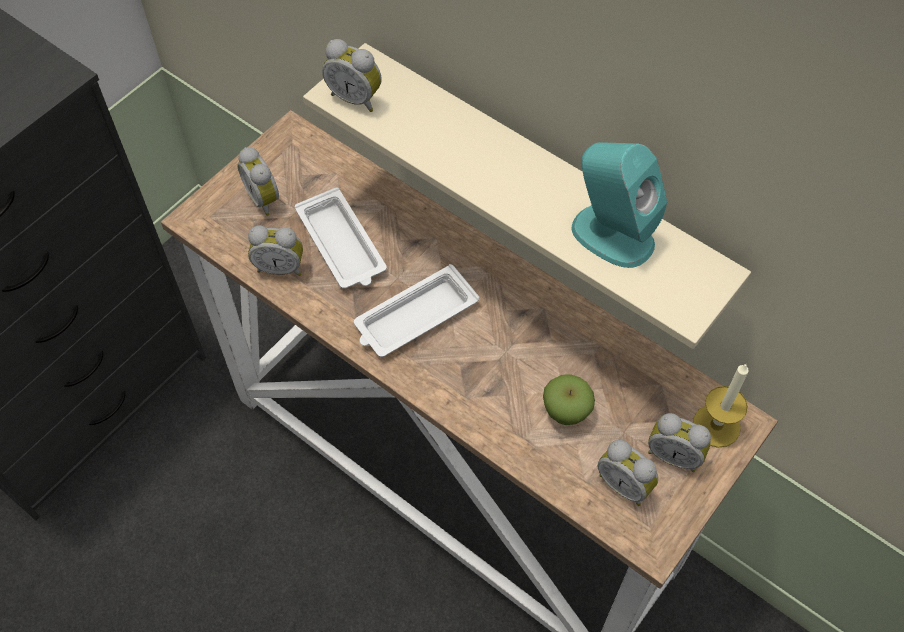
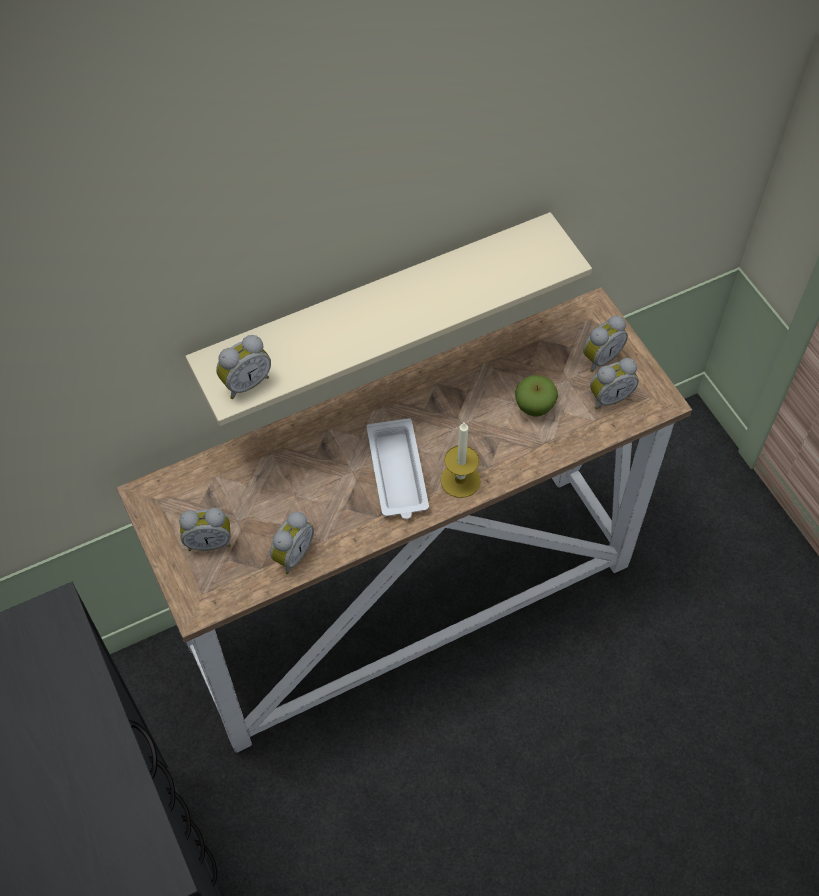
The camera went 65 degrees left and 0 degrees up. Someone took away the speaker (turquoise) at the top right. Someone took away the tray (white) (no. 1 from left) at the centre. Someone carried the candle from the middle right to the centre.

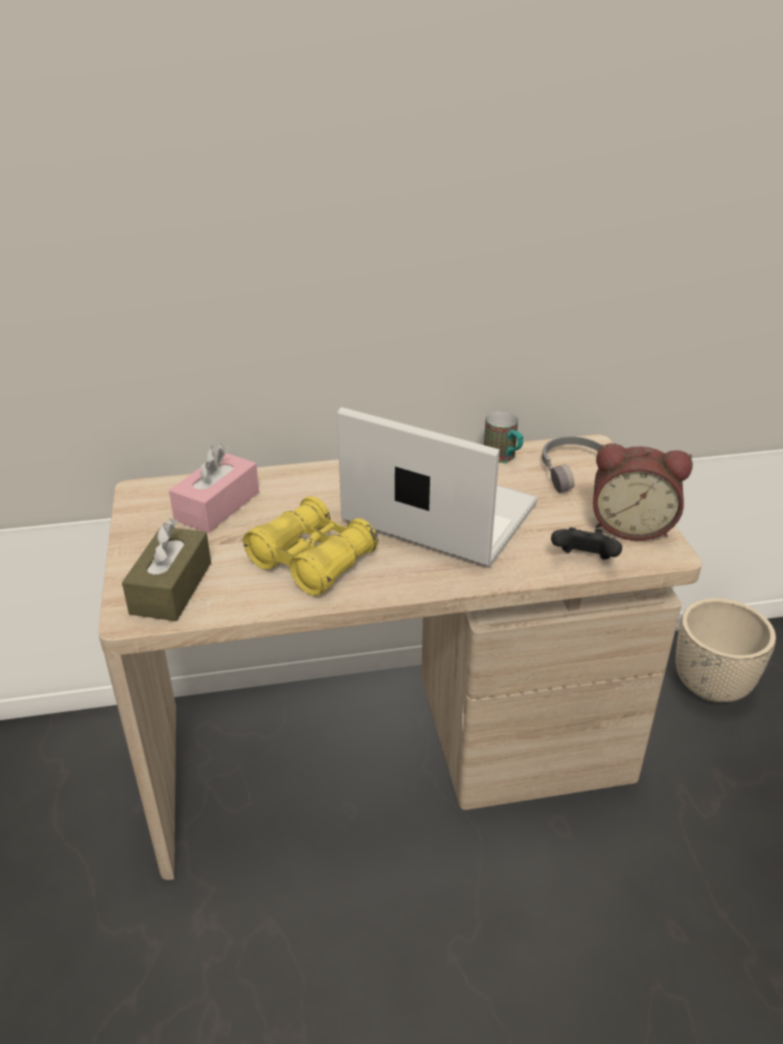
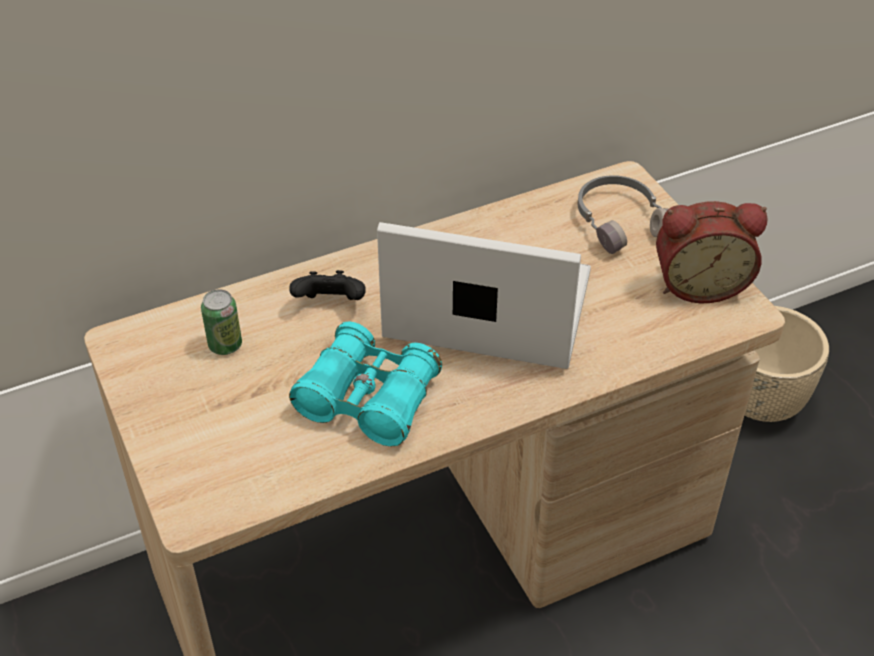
The camera went 15 degrees left and 10 degrees up. Someone took away the mug at the centre. Someone swapped the tissue box (pink) at the middle left for the can at the middle left. Someone repainted the binoculars (yellow) at the centre, which became the binoculars (turquoise) at the centre. Someone took away the tissue box (brown) at the middle left. Someone carried the game controller (black) from the middle right to the centre.

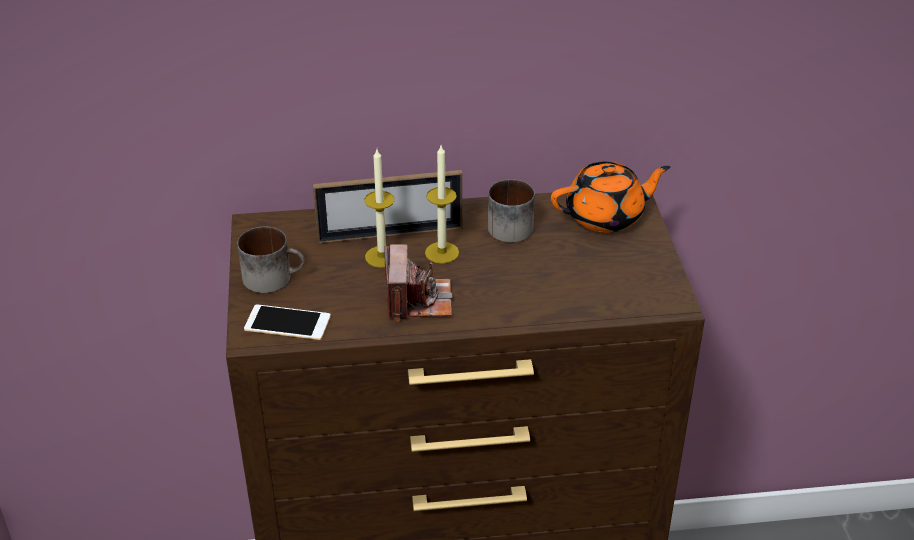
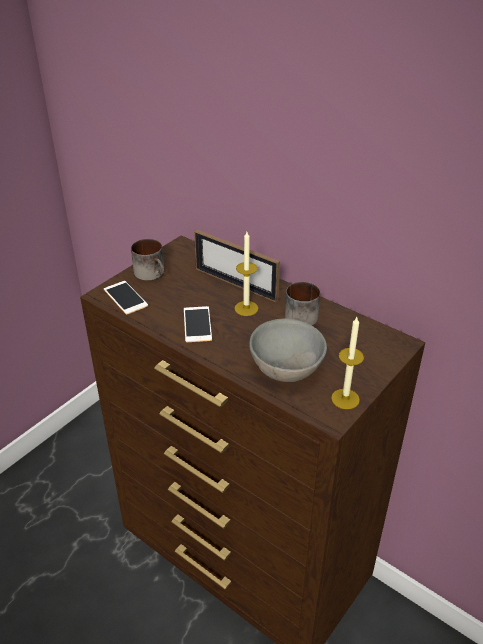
The camera went 45 degrees right and 0 degrees up. Someone carried the candle (no. 1 from left in the first image) from the centre to the middle right. Someone took away the teapot (orange) at the middle right. Someone swapped the photo camera at the centre for the phone (no. 2 from left) at the centre. Someone put down the bowl (grey) at the centre.

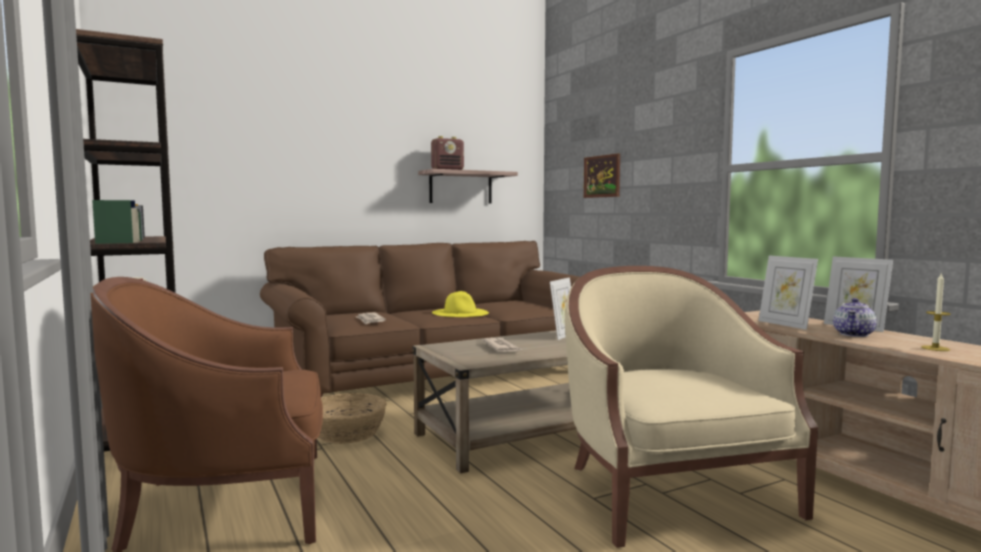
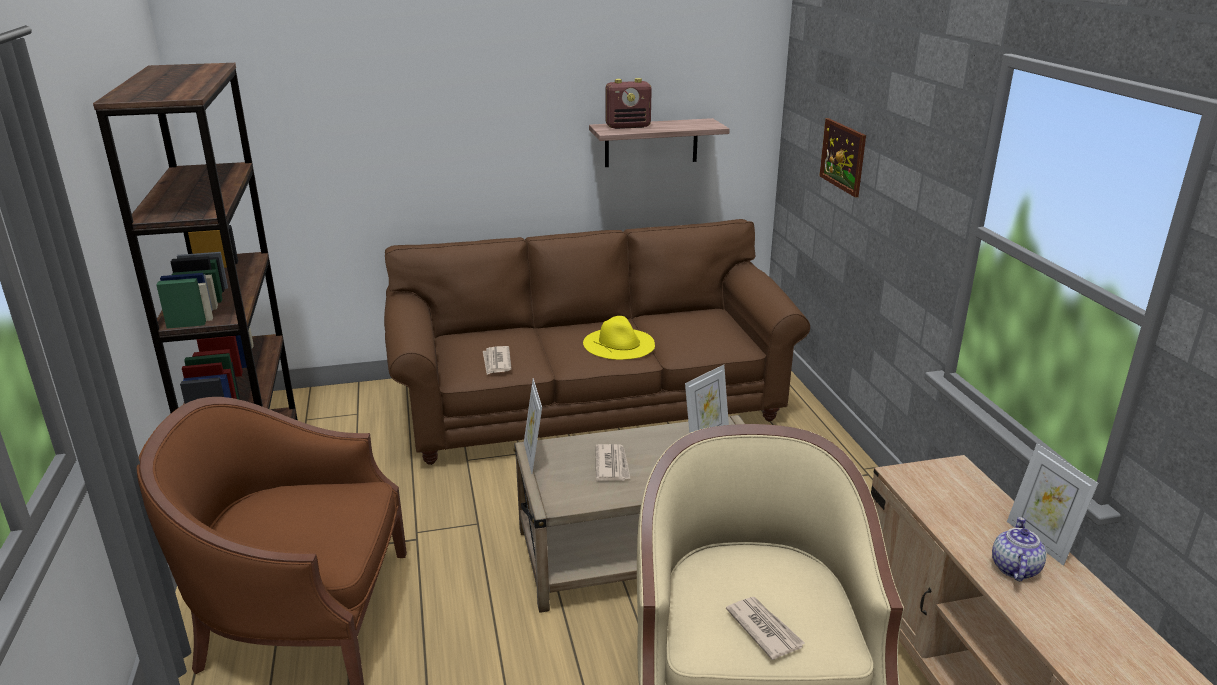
The camera went 15 degrees right and 20 degrees up. Someone carried the picture frame (no. 2 from left in the first image) from the middle right to the centre. Someone took away the candle at the middle right. Someone rotated the teapot at the middle right by 150 degrees clockwise. Someone took away the basket at the bottom centre. Someone put down the newspaper (no. 3 from left) at the bottom centre.

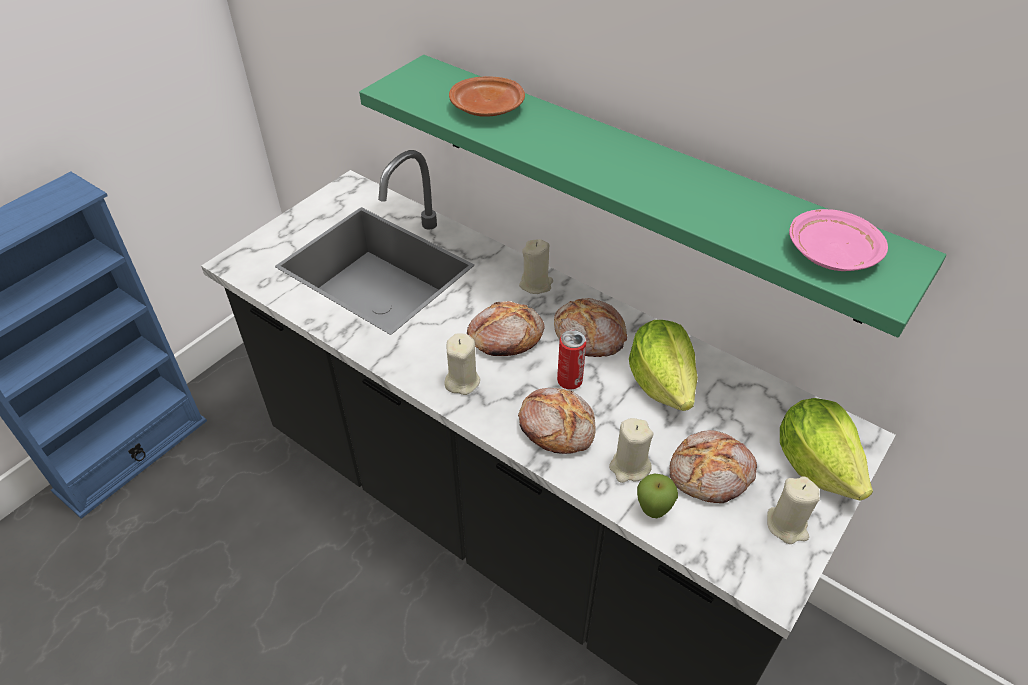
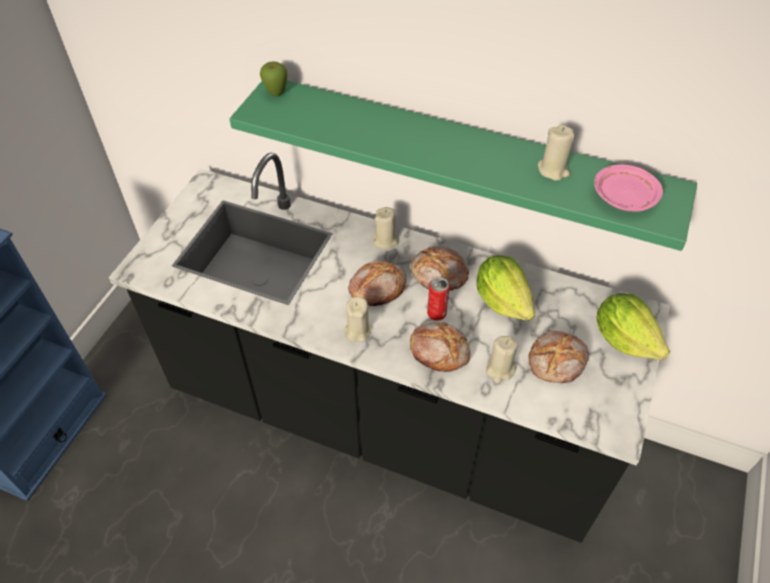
The camera went 15 degrees left and 5 degrees up. Someone took away the plate (brown) at the top centre. Someone carried the apple from the bottom centre to the top centre. Someone carried the candle (beige) (no. 4 from left) from the bottom right to the top right.

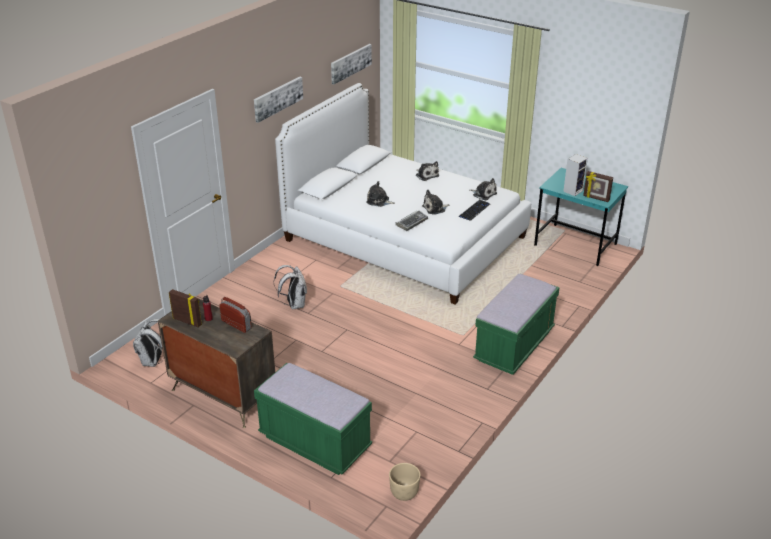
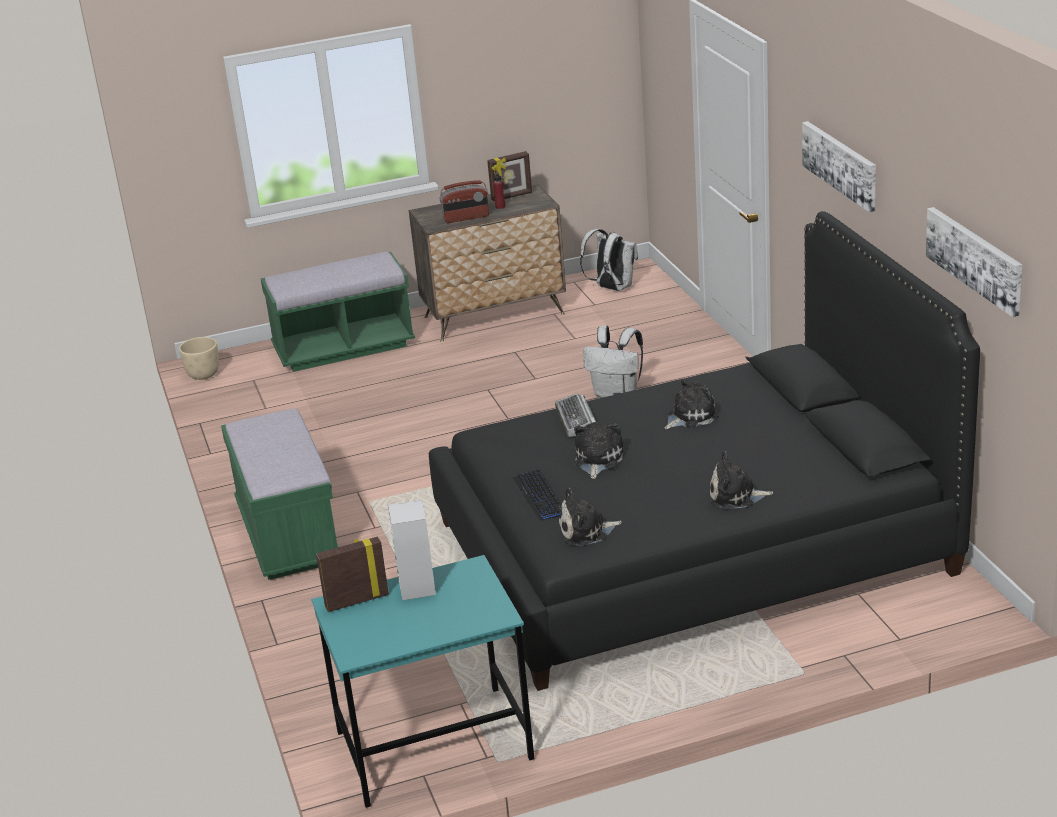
The camera went 130 degrees right and 5 degrees down. Someone repainted the bed (white) at the centre, which became the bed (black) at the centre.

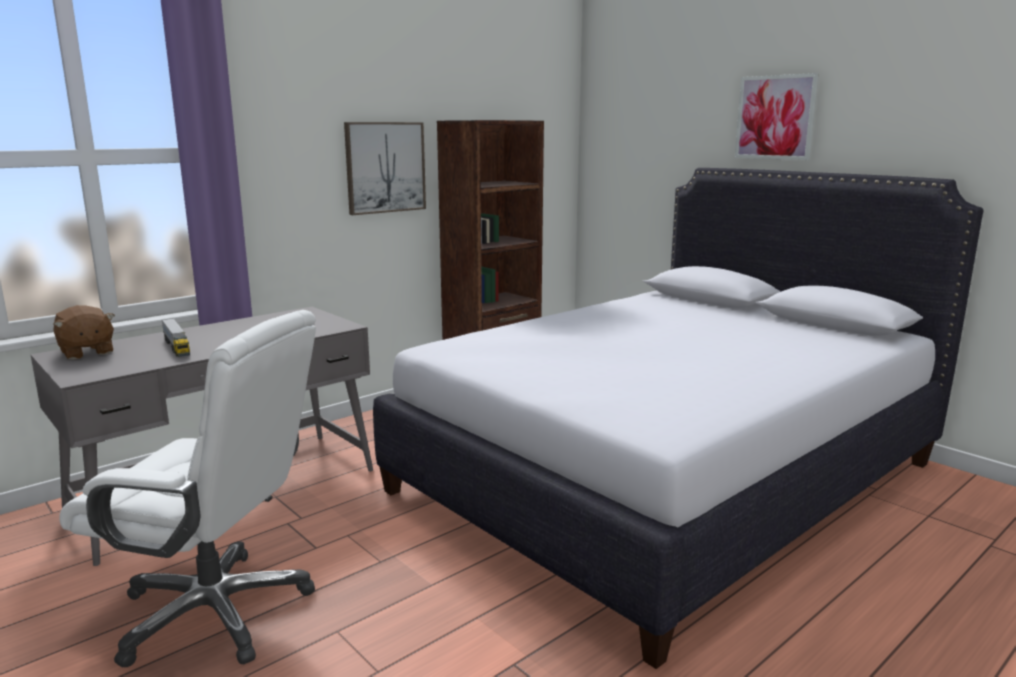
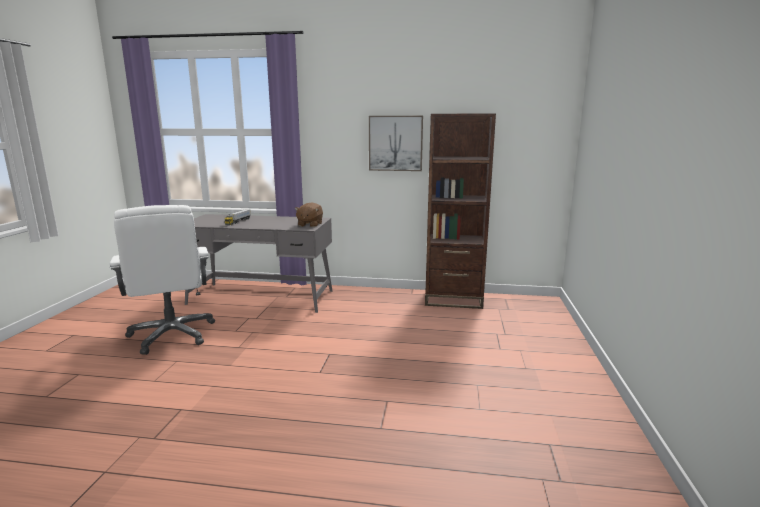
The camera went 50 degrees right and 0 degrees up. Someone took away the picture (no. 2 from left) at the top right. Someone took away the bed (white) at the middle right. Someone carried the plush toy (brown) from the middle left to the centre.

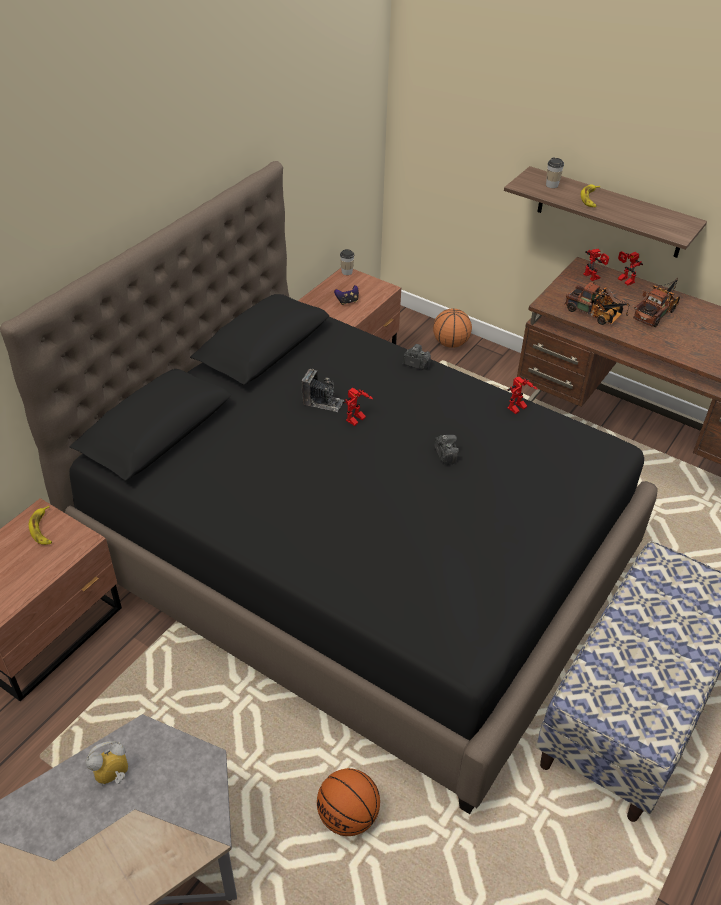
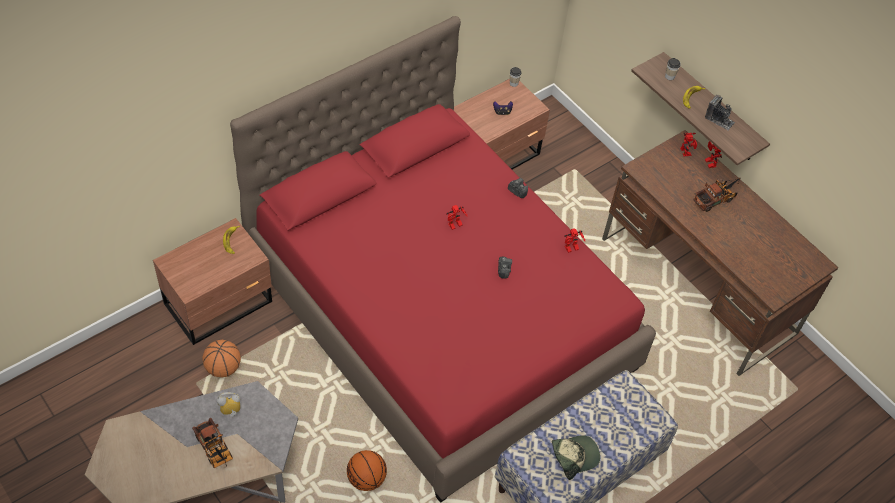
The camera went 15 degrees right and 10 degrees up. Someone repainted the bed (black) at the centre, which became the bed (red) at the centre. Someone carried the toy truck (no. 1 from left) from the middle right to the bottom left. Someone carried the basketball (no. 2 from left in the first image) from the centre to the bottom left. Someone carried the photo camera (no. 1 from left in the first image) from the centre to the top right. Someone put down the cap at the bottom centre.

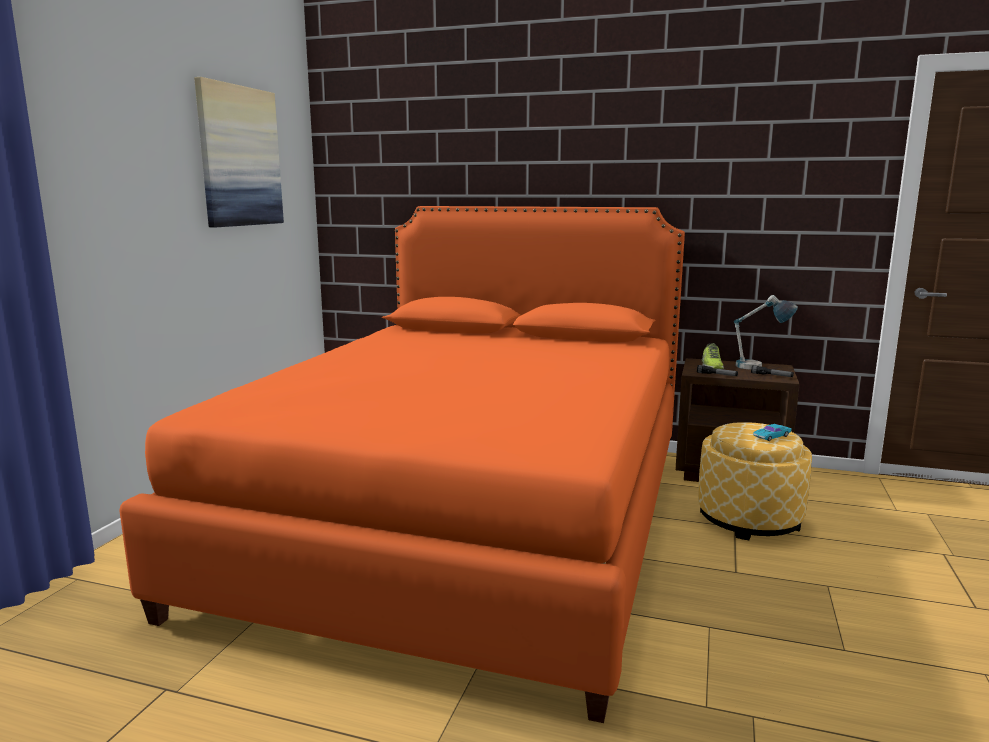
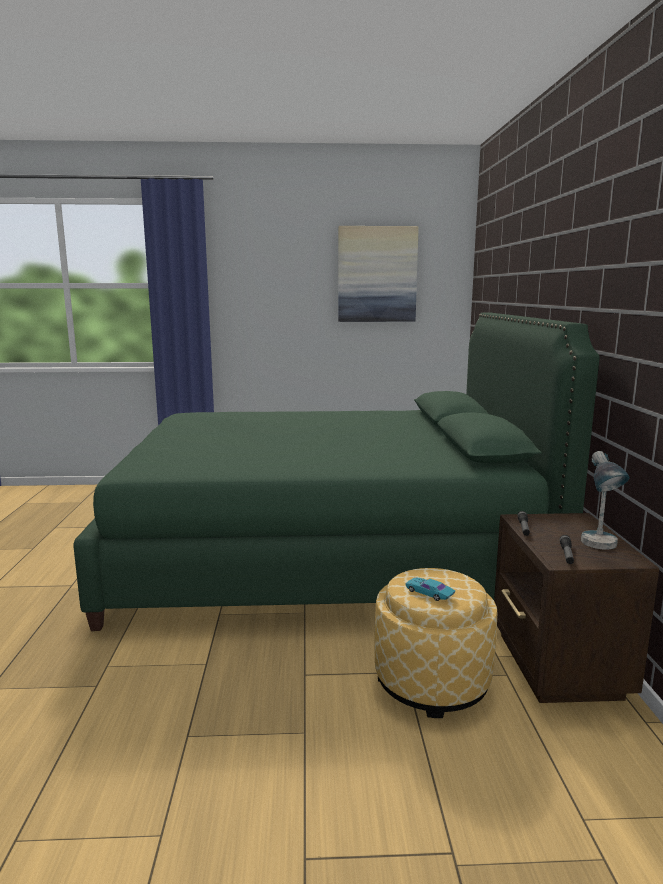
The camera went 70 degrees right and 0 degrees up. Someone repainted the bed (orange) at the centre, which became the bed (green) at the centre. Someone took away the shoe at the middle right.

